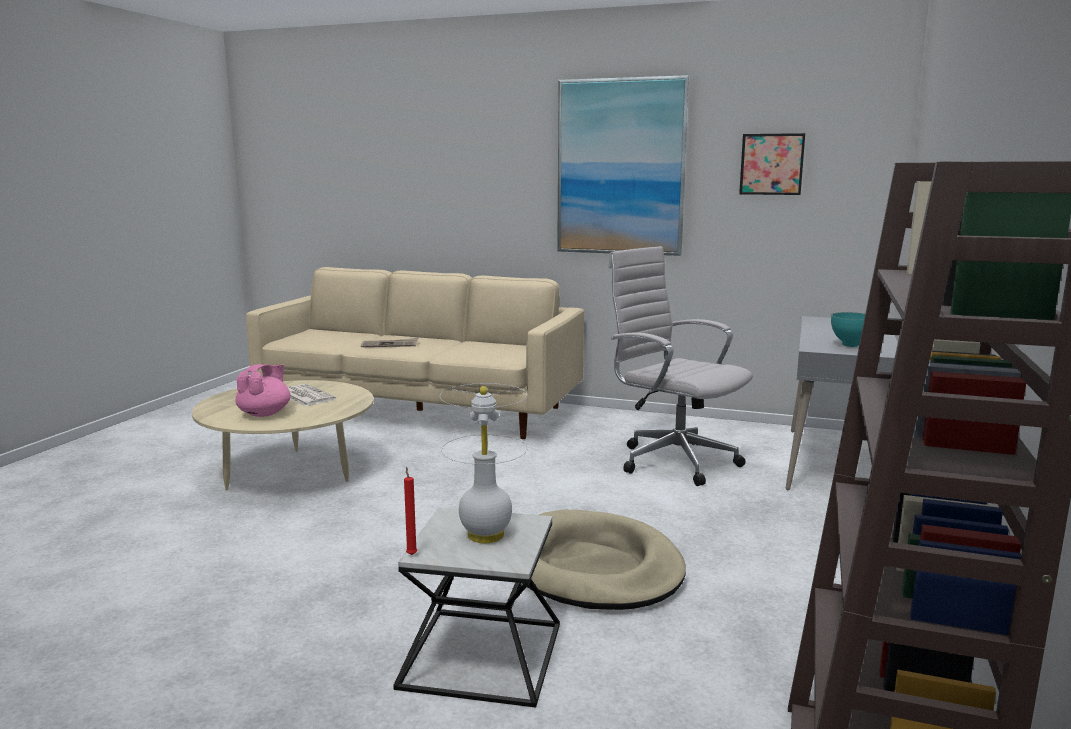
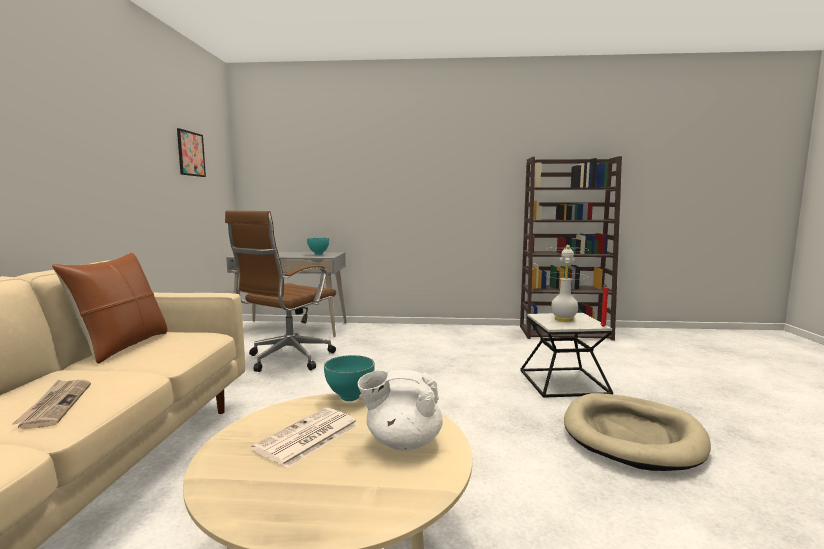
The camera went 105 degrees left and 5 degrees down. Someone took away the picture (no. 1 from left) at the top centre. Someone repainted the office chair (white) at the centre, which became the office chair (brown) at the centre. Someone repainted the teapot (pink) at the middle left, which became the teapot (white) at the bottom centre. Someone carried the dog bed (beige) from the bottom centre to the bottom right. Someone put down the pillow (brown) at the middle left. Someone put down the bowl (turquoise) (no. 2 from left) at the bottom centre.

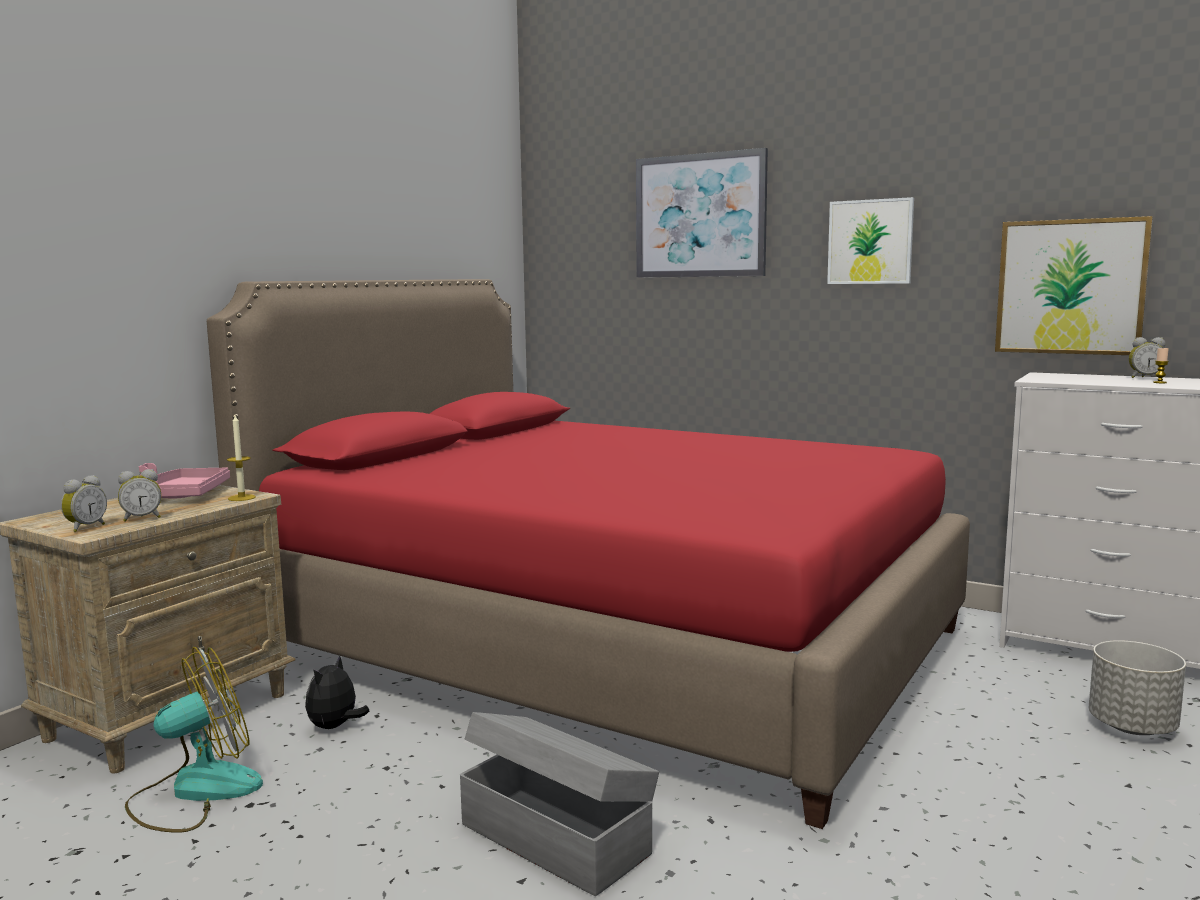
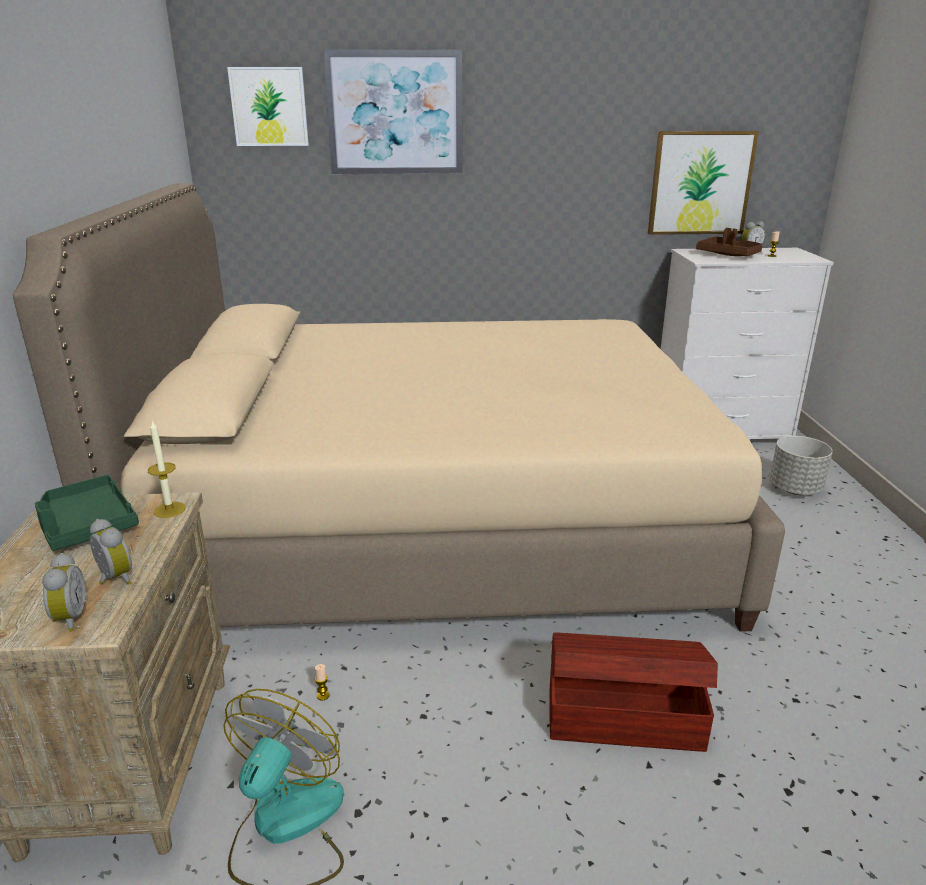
The camera went 35 degrees left and 15 degrees up. Someone carried the picture (no. 2 from left in the first image) from the top right to the top left. Someone repainted the bed (red) at the centre, which became the bed (beige) at the centre. Someone repainted the tray (pink) at the middle left, which became the tray (green) at the middle left. Someone rotated the alarm clock (no. 2 from left) at the middle left by 75 degrees counterclockwise. Someone swapped the plush toy at the bottom left for the candle (no. 2 from left) at the bottom centre. Someone repainted the storage box (grey) at the bottom centre, which became the storage box (brown) at the bottom right. Someone put down the tray (brown) at the top right.

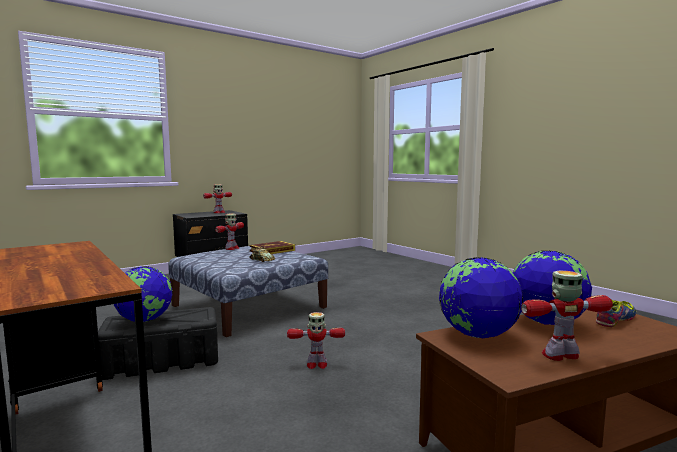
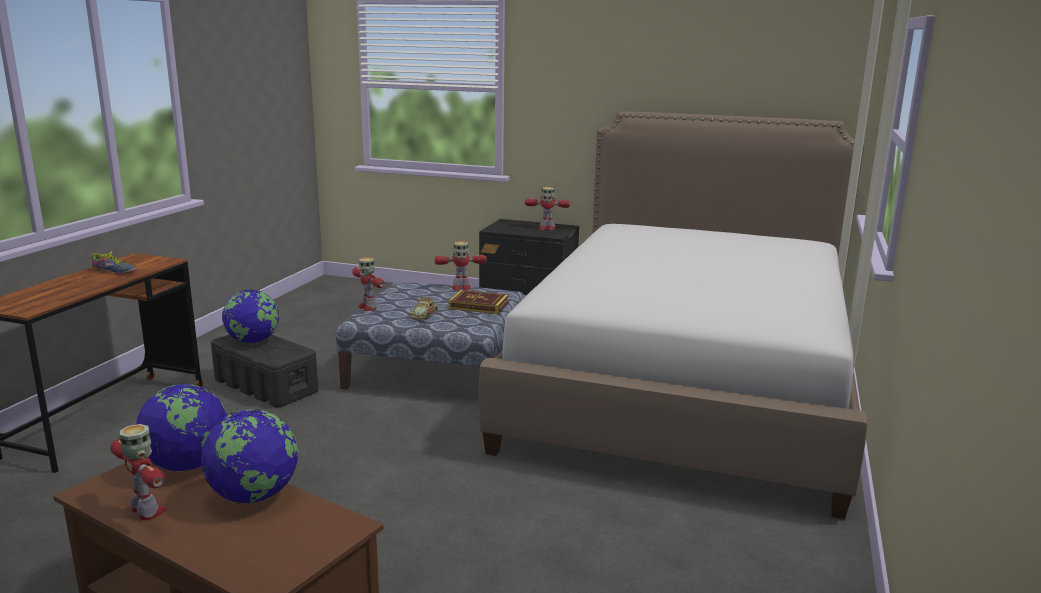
The camera went 55 degrees right and 10 degrees up. Someone carried the shoe from the bottom right to the middle left. Someone carried the toy robot (no. 3 from left in the first image) from the bottom centre to the centre. Someone put down the bed at the centre.

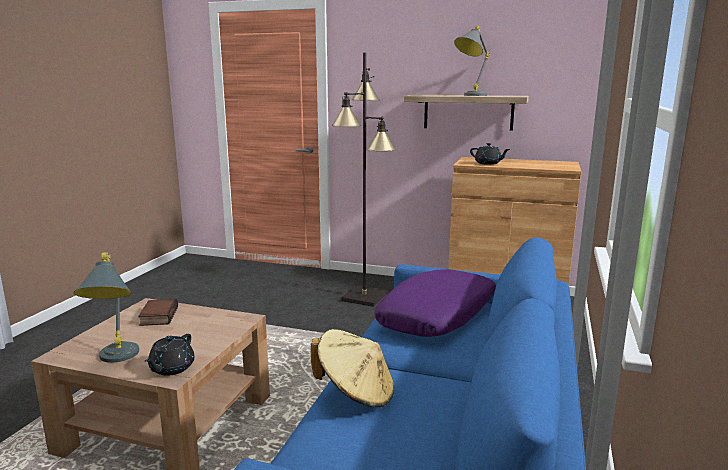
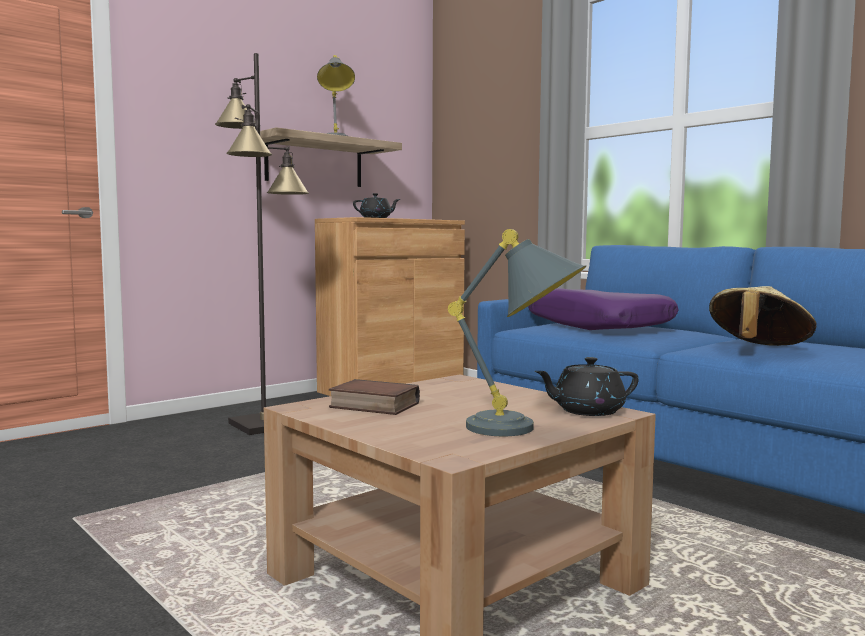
The camera went 60 degrees left and 10 degrees down. Someone rotated the teapot (black) (no. 1 from left in the first image) at the bottom left by 120 degrees clockwise.

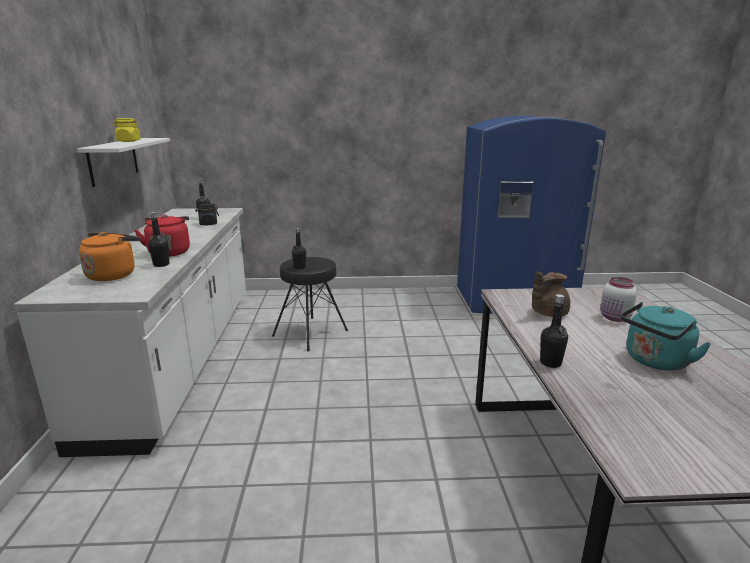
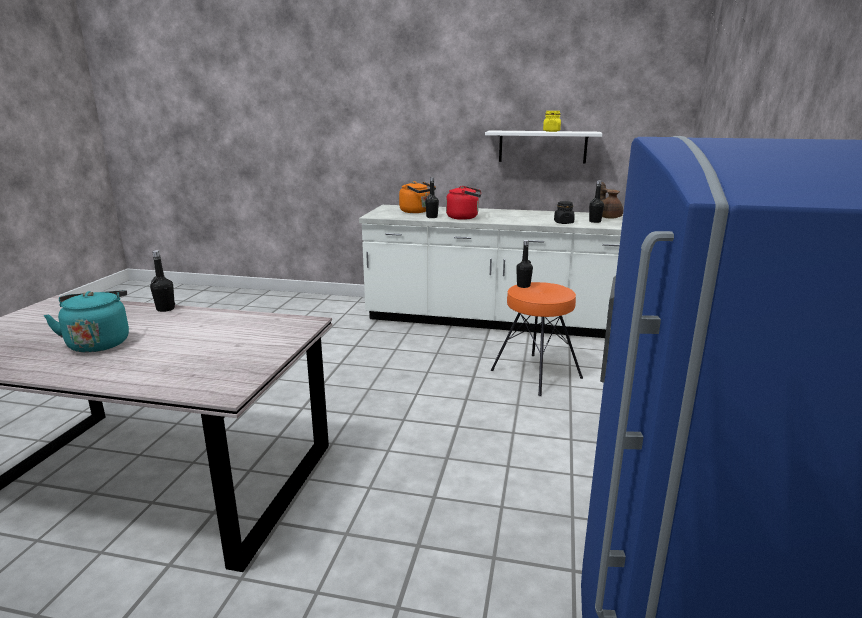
The camera went 105 degrees right and 0 degrees up. Someone repainted the stool (black) at the centre, which became the stool (orange) at the centre. Someone carried the teapot (brown) from the middle right to the top right. Someone took away the jar (white) at the middle right.

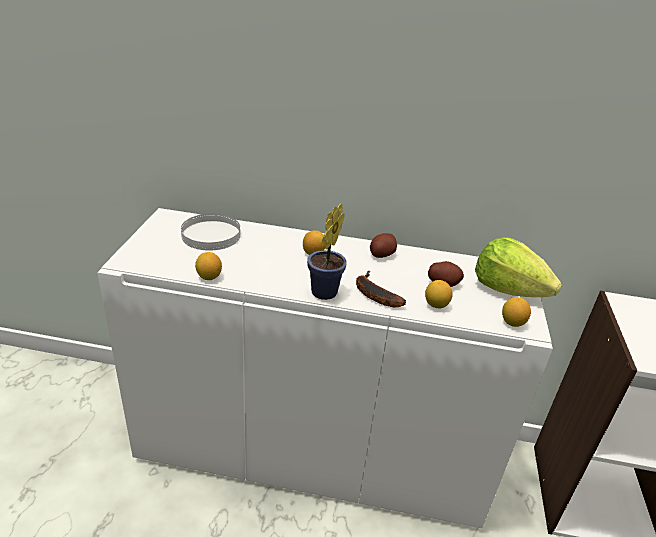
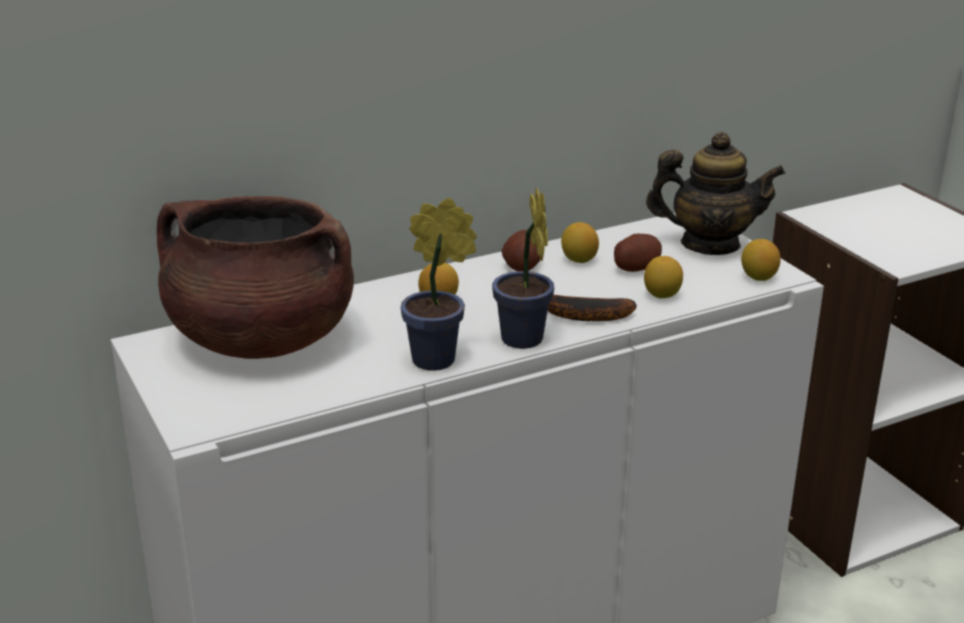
The camera went 35 degrees left and 5 degrees down. Someone swapped the plate (white) at the middle left for the cooking pot (brown) at the middle left. Someone swapped the lettuce at the middle right for the teapot at the top right. Someone carried the lemon (no. 1 from left in the first image) from the middle left to the centre. Someone put down the potted plant (no. 1 from left) at the centre.

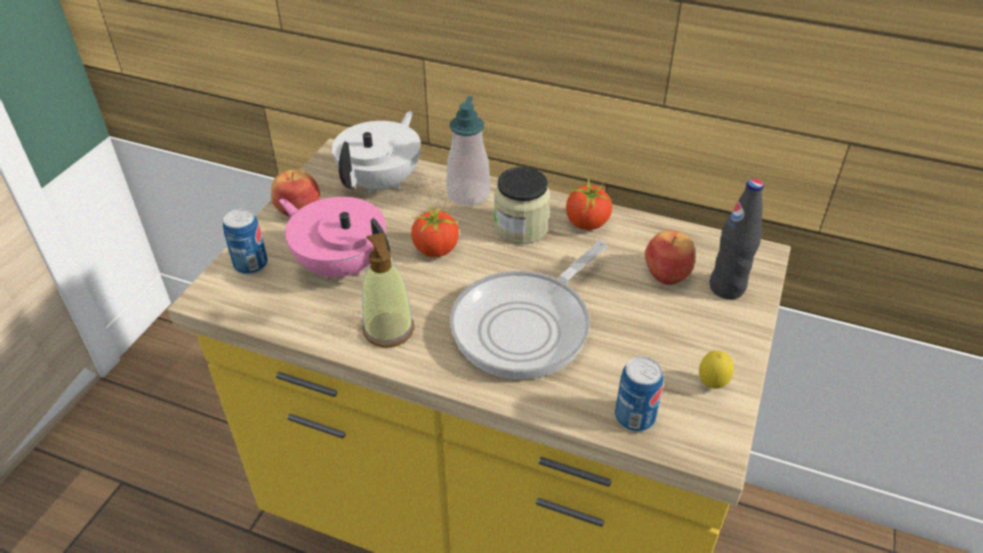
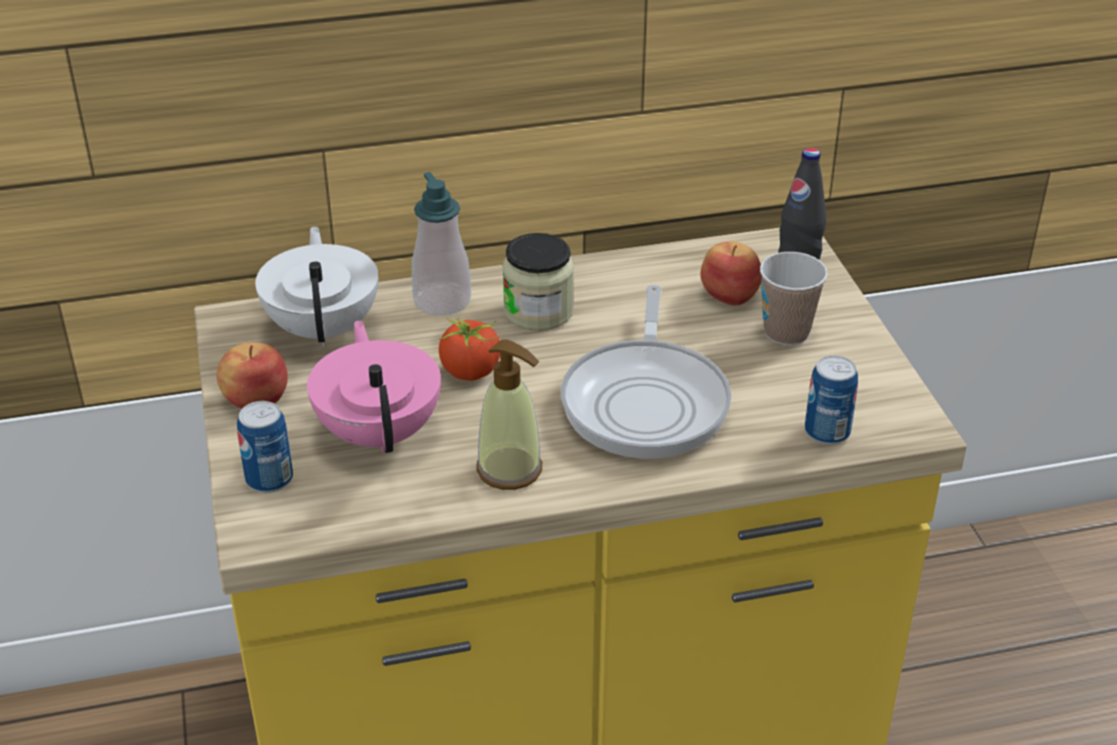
The camera went 35 degrees left and 5 degrees down. Someone took away the tomato (no. 2 from left) at the centre. Someone rotated the teapot (pink) at the centre by 75 degrees clockwise. Someone took away the lemon at the bottom right. Someone put down the cup at the middle right.

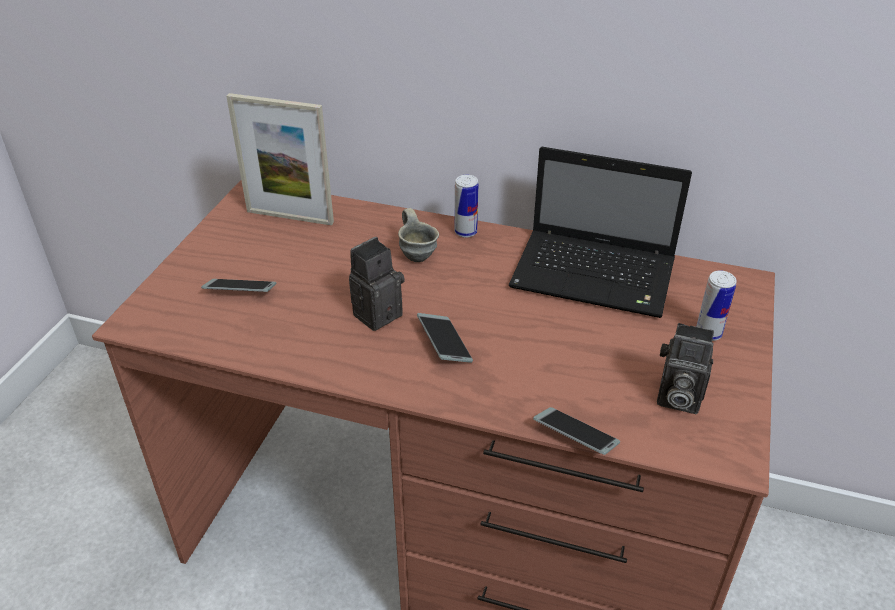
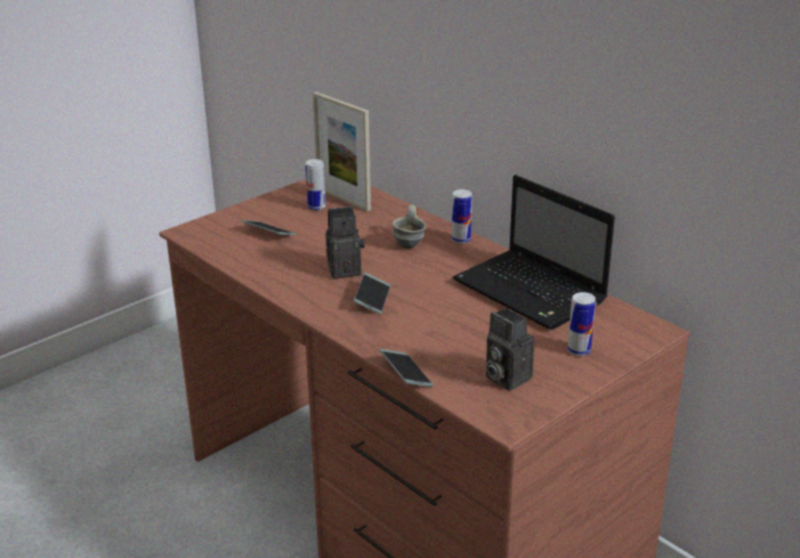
The camera went 30 degrees right and 10 degrees down. Someone put down the can (no. 1 from left) at the top centre.

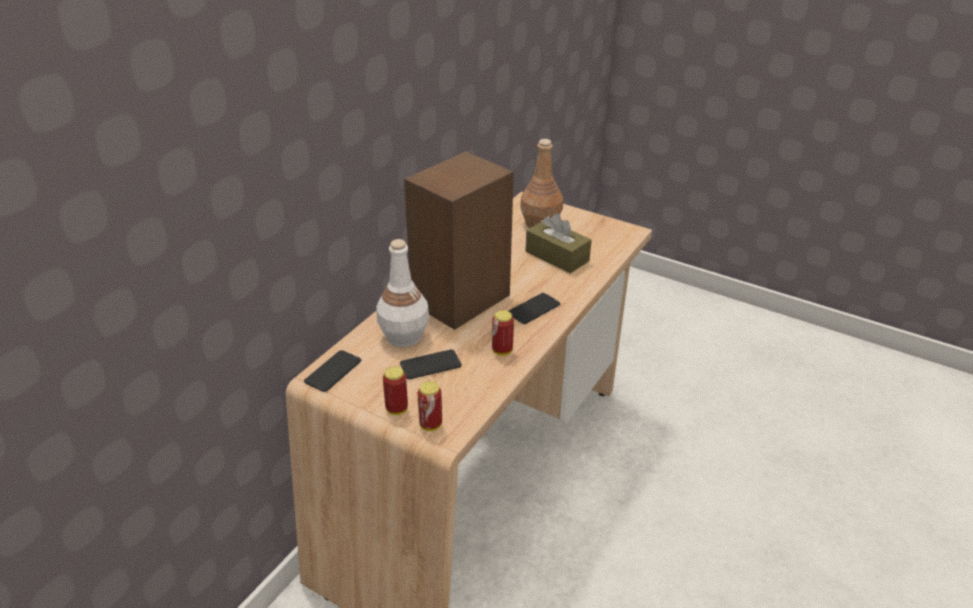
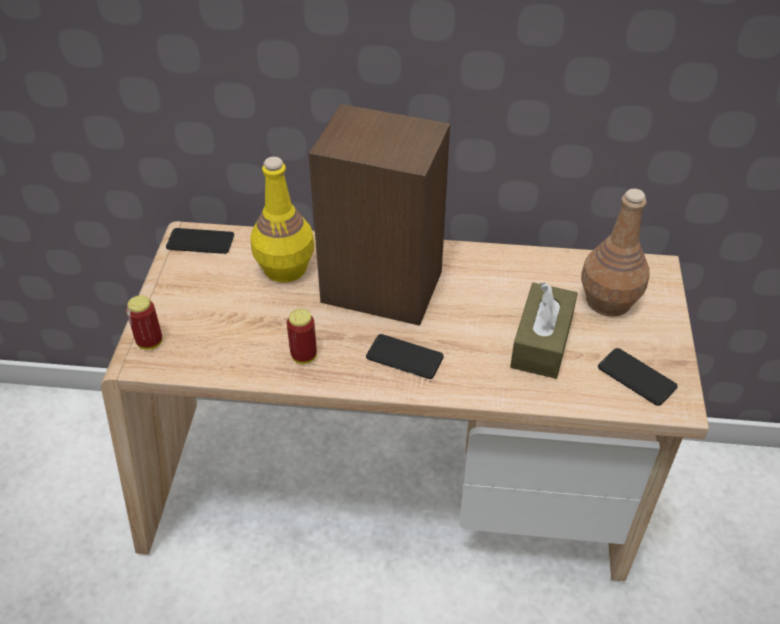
The camera went 65 degrees right and 10 degrees up. Someone repainted the bottle (white) at the centre, which became the bottle (yellow) at the centre. Someone carried the phone (no. 2 from left in the first image) from the centre to the middle right. Someone took away the can (no. 1 from left) at the centre.

